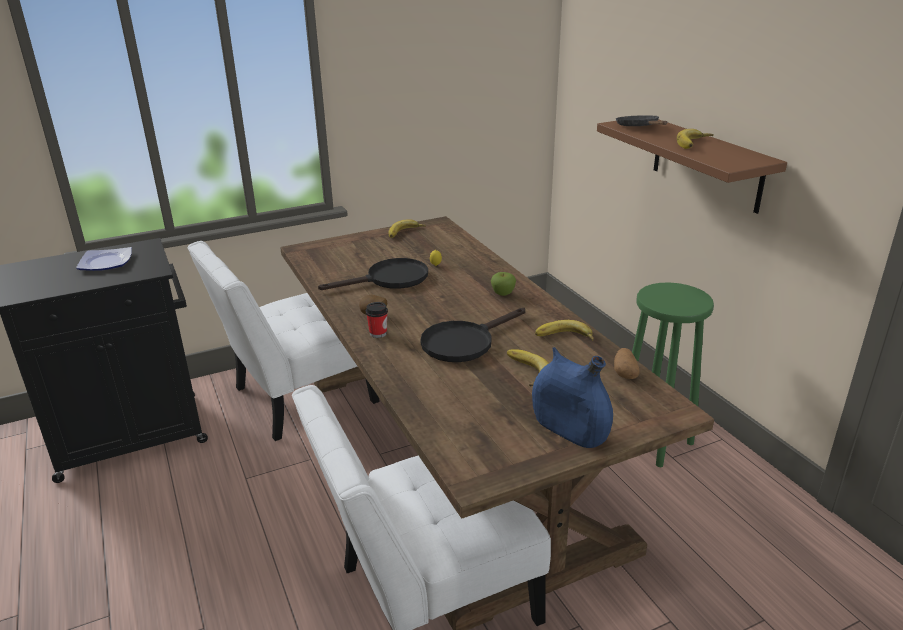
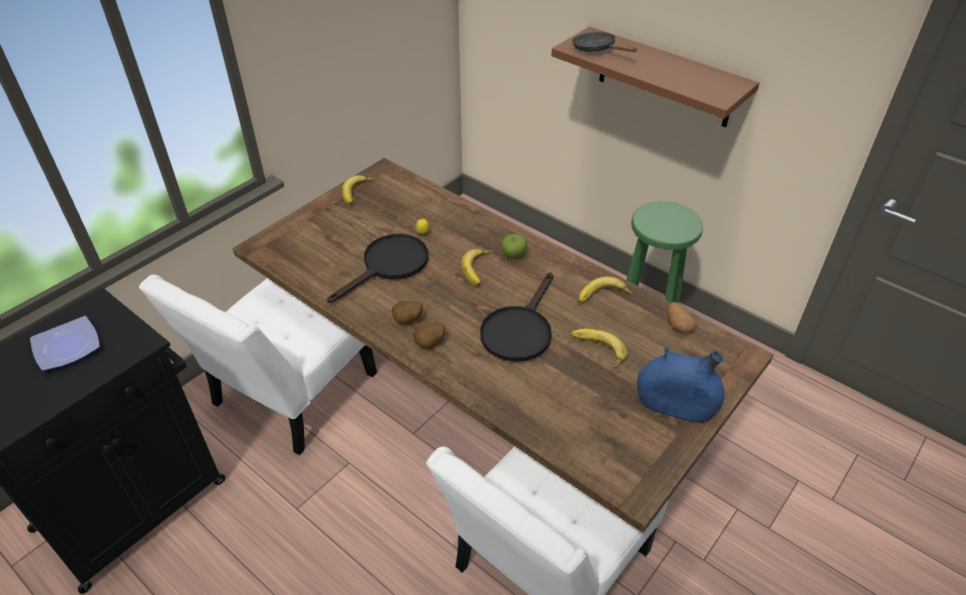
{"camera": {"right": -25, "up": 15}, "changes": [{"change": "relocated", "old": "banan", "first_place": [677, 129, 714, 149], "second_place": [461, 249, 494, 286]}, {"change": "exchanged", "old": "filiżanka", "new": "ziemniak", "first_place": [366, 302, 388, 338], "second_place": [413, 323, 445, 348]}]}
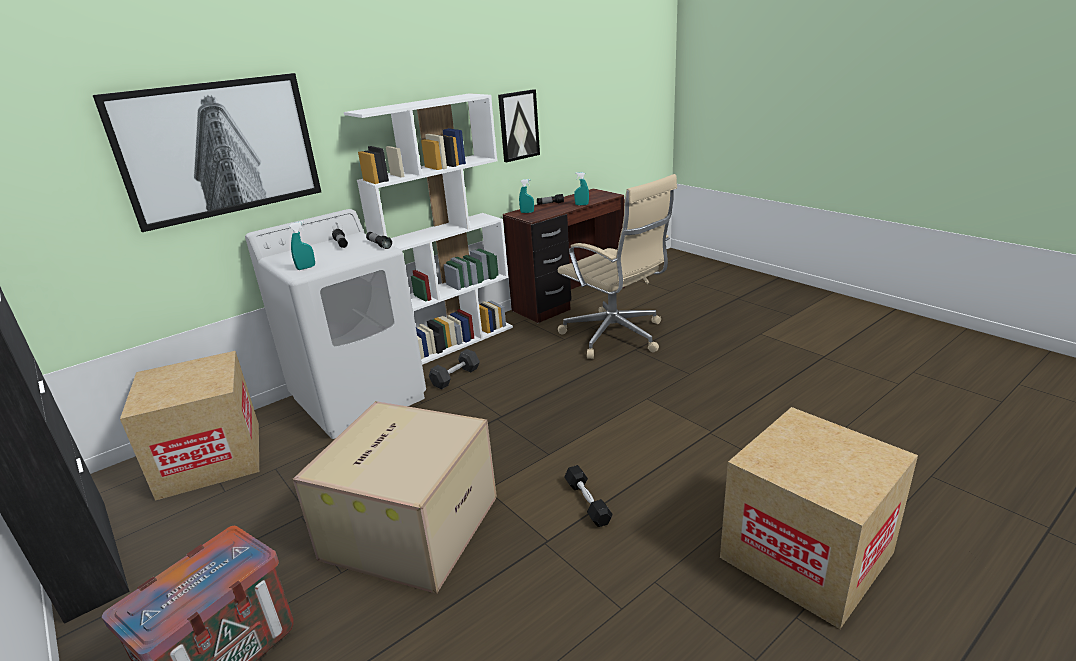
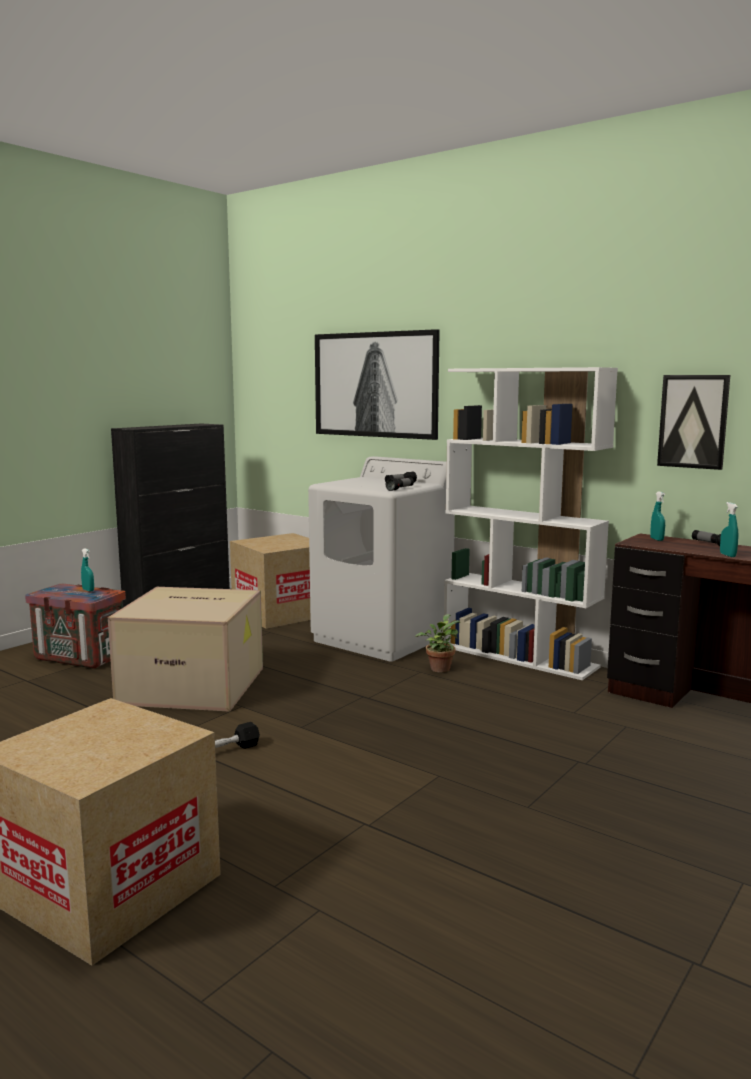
{"camera": {"right": 75, "up": -15}, "changes": [{"change": "missing", "old": "krzesło biurowe (beżowy)", "first_place": [558, 174, 677, 359]}, {"change": "relocated", "old": "spryskiwacz (turkusowy)", "first_place": [289, 221, 315, 270], "second_place": [81, 548, 94, 591]}, {"change": "exchanged", "old": "hantel (szary)", "new": "roślina doniczkowa", "first_place": [429, 349, 480, 389], "second_place": [415, 614, 460, 673]}]}
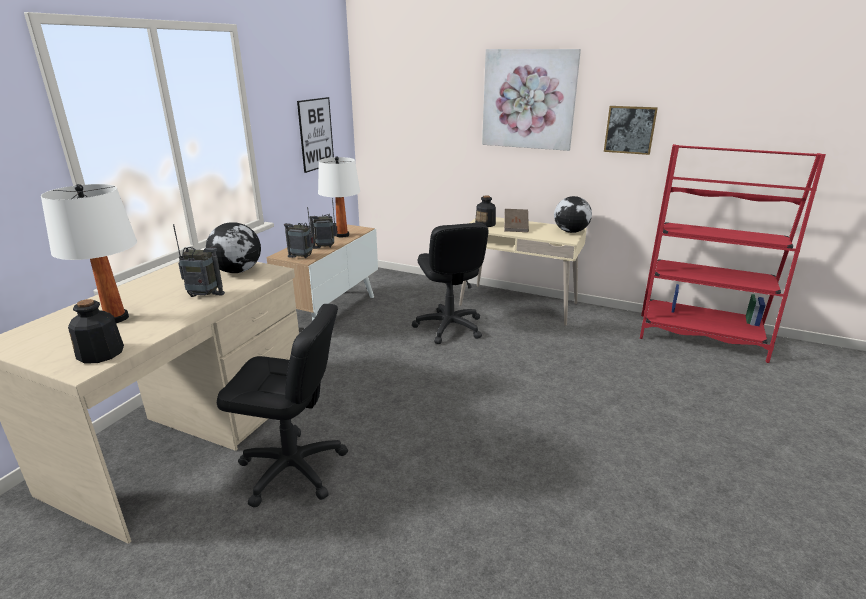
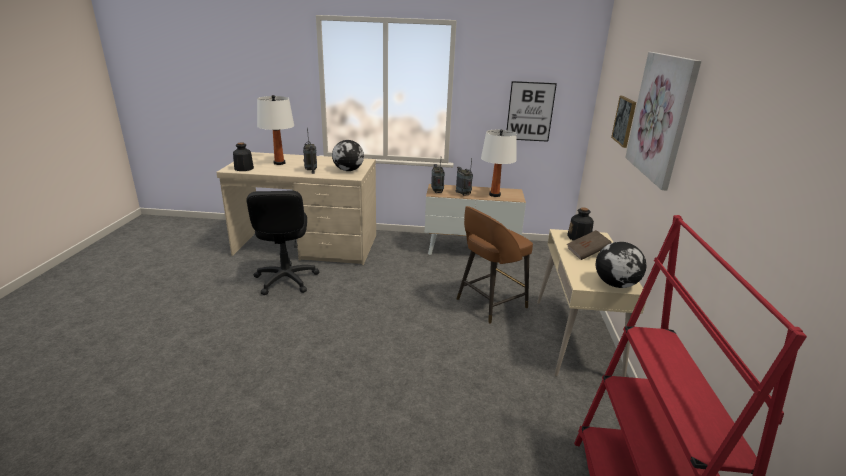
{"camera": {"right": 70, "up": 0}, "changes": [{"change": "relocated", "old": "obraz", "first_place": [604, 106, 658, 155], "second_place": [611, 96, 636, 148]}, {"change": "exchanged", "old": "krzesło biurowe (czarny)", "new": "stołek (brązowy)", "first_place": [412, 223, 489, 344], "second_place": [457, 206, 533, 324]}]}
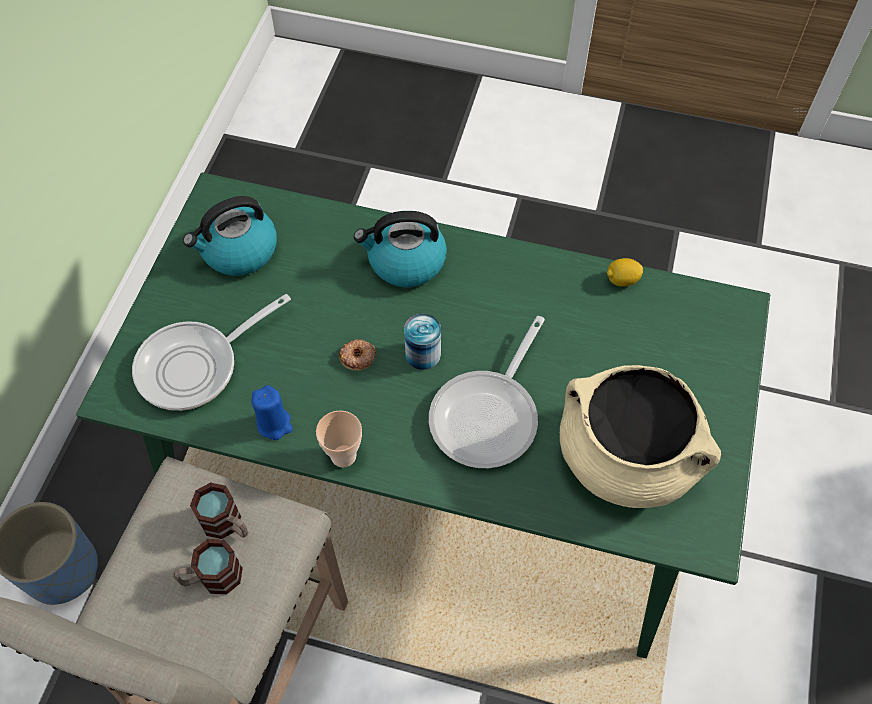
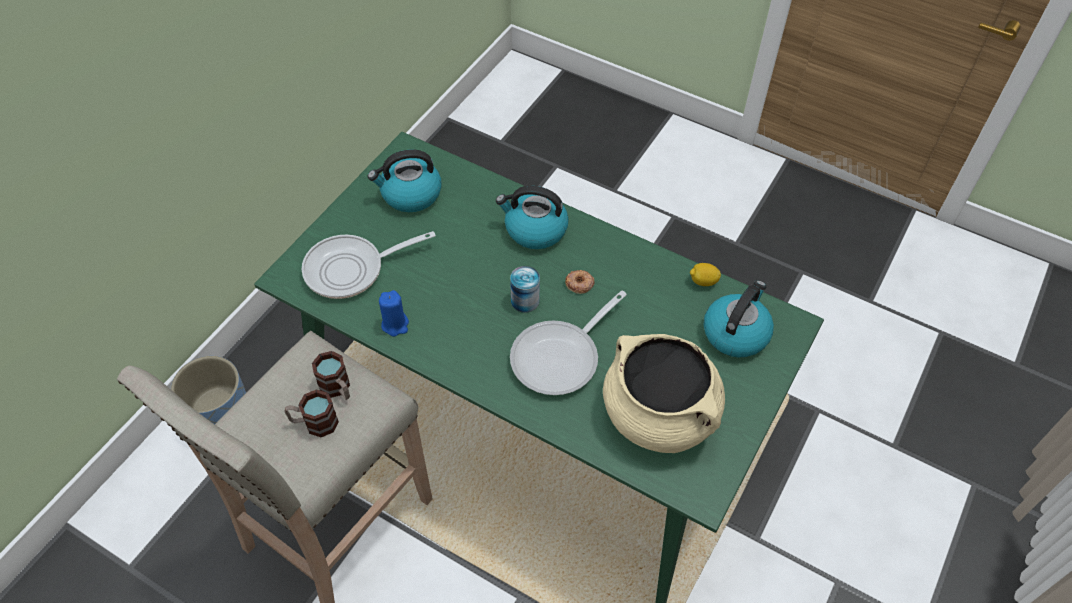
{"camera": {"right": 15, "up": -5}, "changes": [{"change": "missing", "old": "filiżanka", "first_place": [316, 410, 362, 467]}, {"change": "appeared", "new": "czajnik", "second_place": [703, 280, 774, 357]}, {"change": "relocated", "old": "donut", "first_place": [339, 339, 376, 371], "second_place": [565, 270, 595, 294]}]}
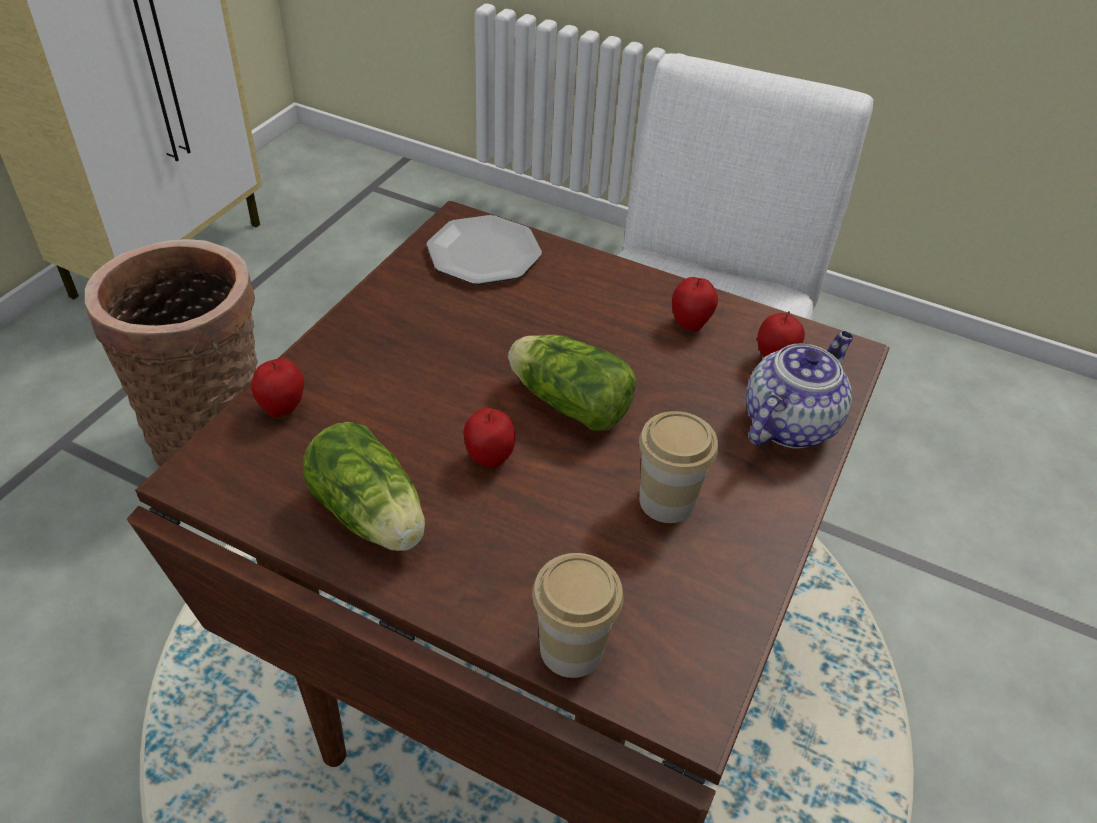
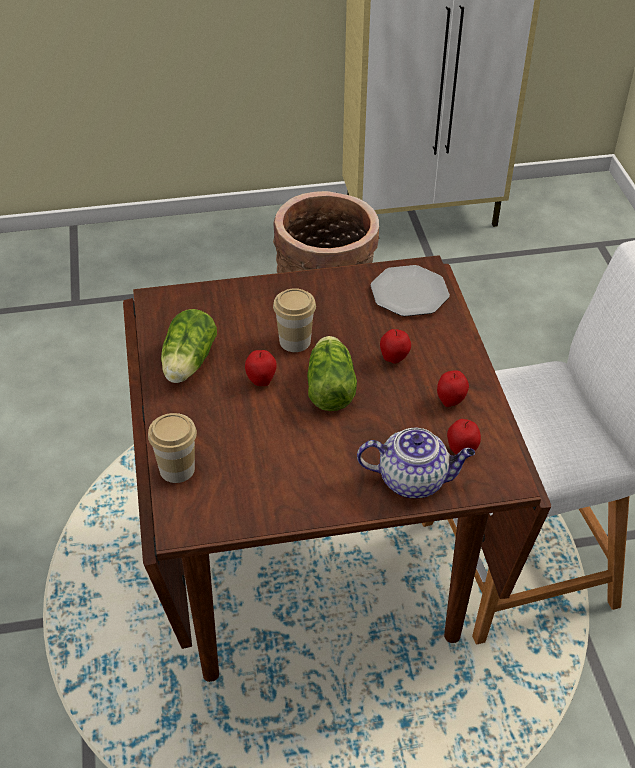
{"camera": {"right": 55, "up": 0}, "changes": [{"change": "relocated", "old": "jabłko", "first_place": [251, 358, 304, 417], "second_place": [380, 329, 411, 364]}, {"change": "relocated", "old": "filiżanka", "first_place": [639, 411, 718, 523], "second_place": [273, 288, 316, 352]}]}
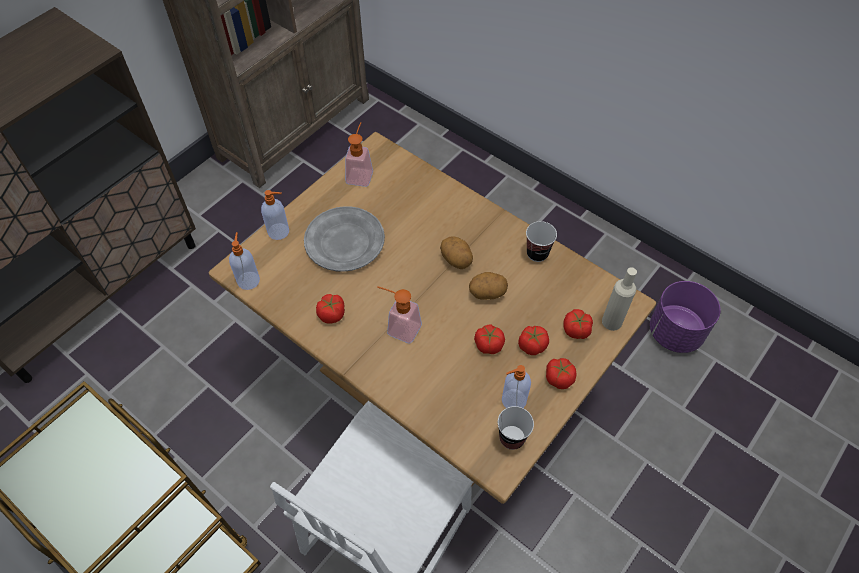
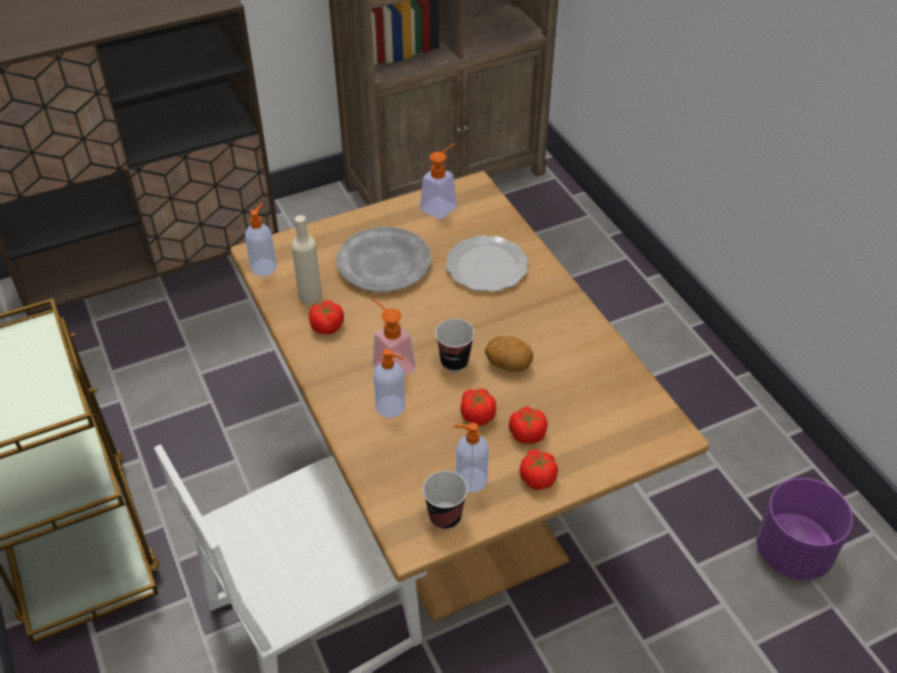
{"camera": {"right": 25, "up": -10}, "changes": [{"change": "missing", "old": "ziemniak", "first_place": [440, 236, 473, 269]}, {"change": "missing", "old": "pomidor", "first_place": [563, 309, 593, 339]}, {"change": "appeared", "new": "talerz", "second_place": [446, 235, 528, 292]}, {"change": "relocated", "old": "dozownik mydła", "first_place": [261, 190, 289, 240], "second_place": [373, 349, 405, 418]}, {"change": "relocated", "old": "filiżanka", "first_place": [526, 221, 557, 262], "second_place": [435, 319, 475, 372]}, {"change": "relocated", "old": "butelka (beżowy)", "first_place": [602, 267, 637, 331], "second_place": [291, 215, 322, 304]}]}
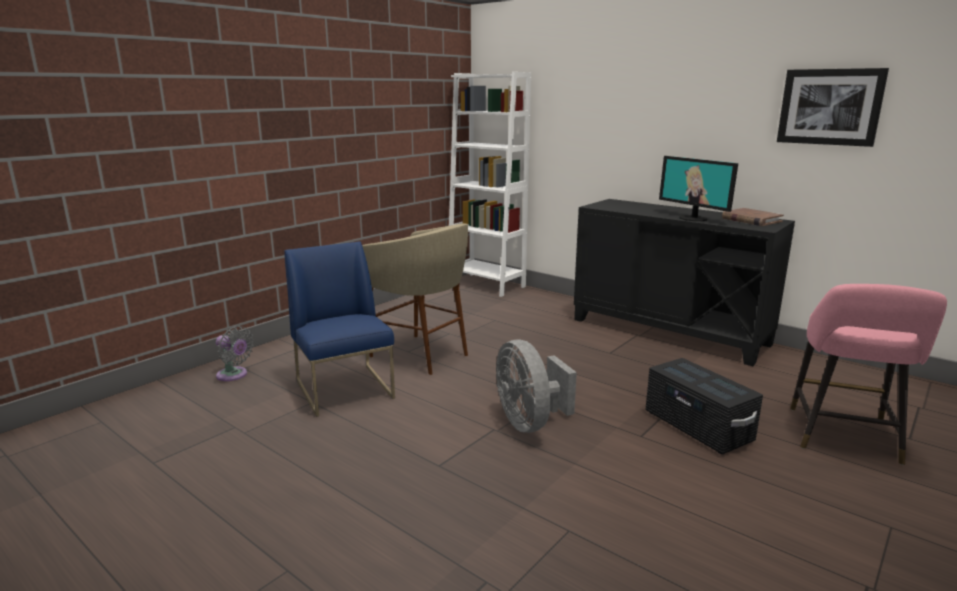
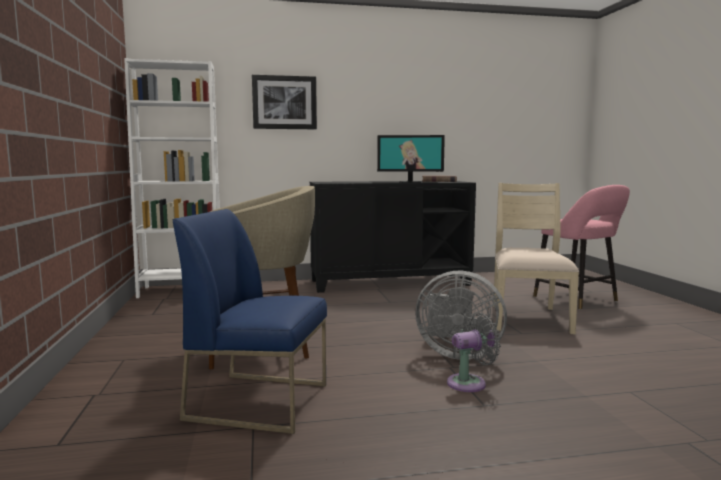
{"camera": {"right": -50, "up": -10}, "changes": [{"change": "relocated", "old": "wentylator (szary)", "first_place": [216, 326, 254, 381], "second_place": [447, 313, 501, 392]}, {"change": "relocated", "old": "obraz", "first_place": [777, 68, 889, 147], "second_place": [252, 75, 317, 129]}, {"change": "exchanged", "old": "pojemnik do przechowywania (czarny)", "new": "krzesło (beżowy)", "first_place": [645, 358, 763, 454], "second_place": [493, 183, 579, 334]}]}
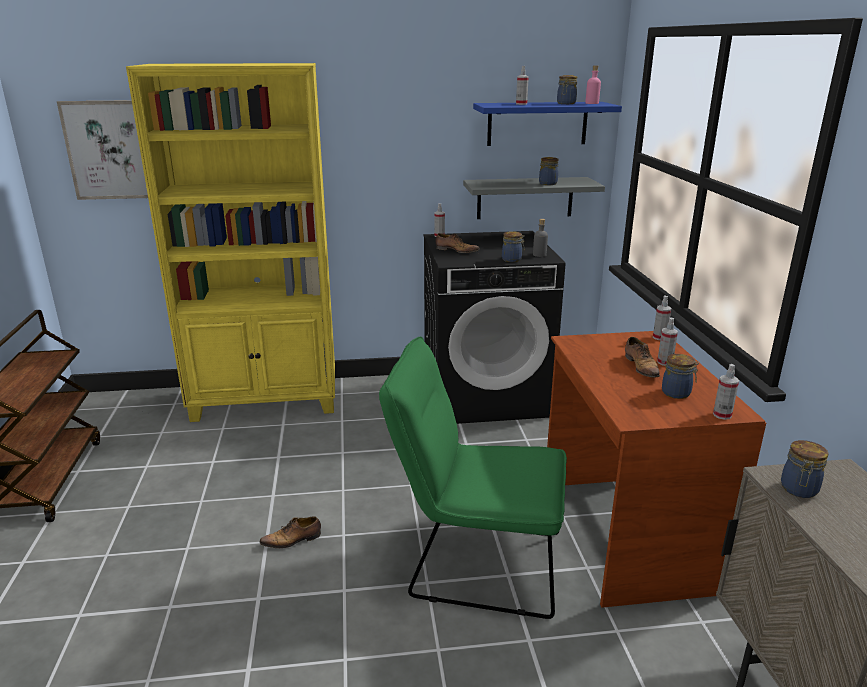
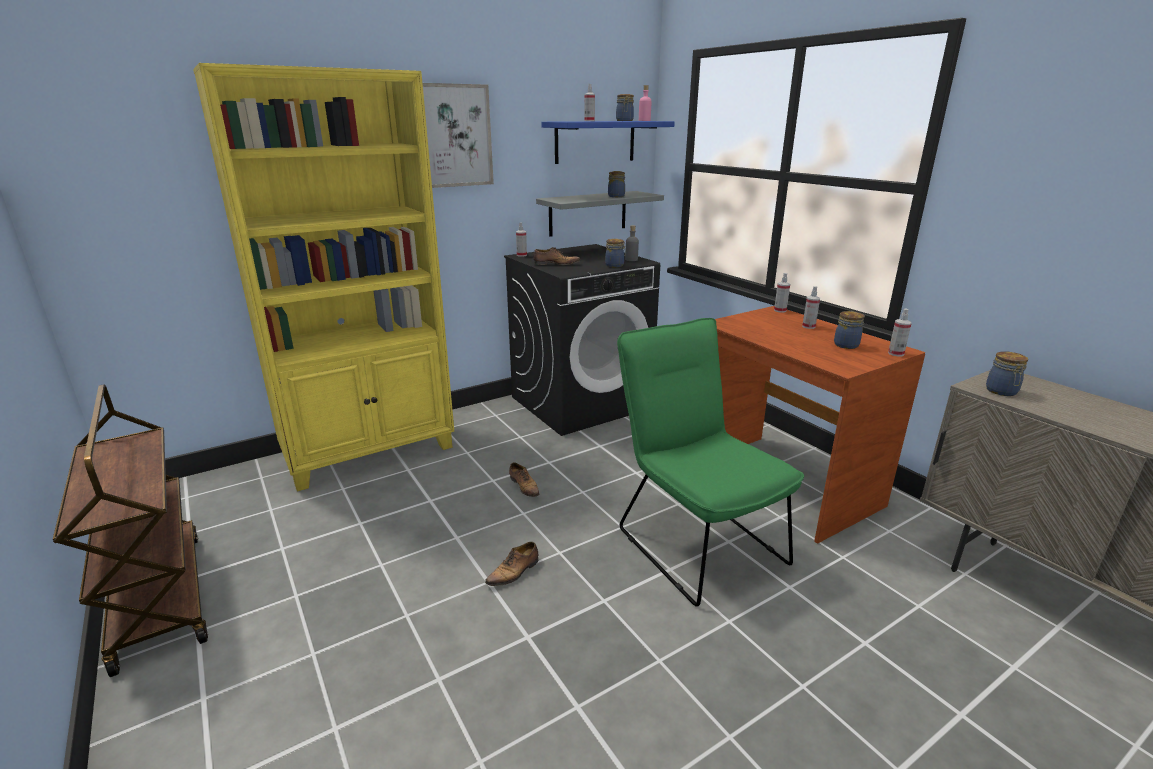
{"camera": {"right": -25, "up": 0}, "changes": [{"change": "relocated", "old": "obraz", "first_place": [57, 100, 148, 200], "second_place": [422, 83, 494, 188]}, {"change": "relocated", "old": "but", "first_place": [625, 337, 660, 378], "second_place": [509, 462, 540, 497]}, {"change": "spun", "old": "krzesło (zielony)", "first_place": [379, 337, 567, 619], "second_place": [617, 318, 804, 607], "degrees": 75}]}
